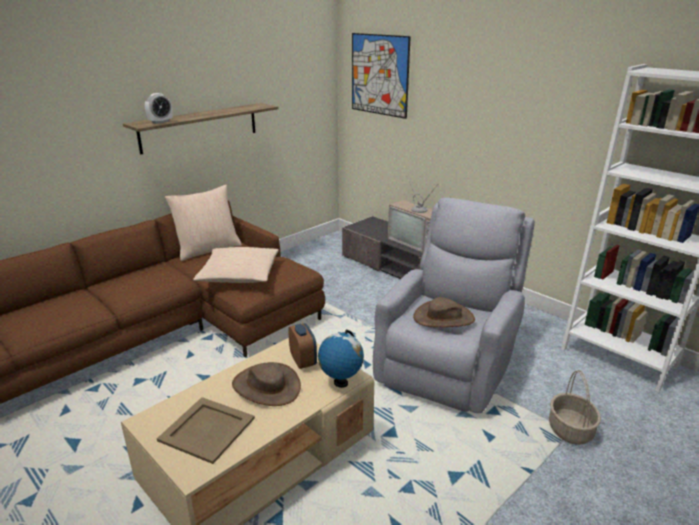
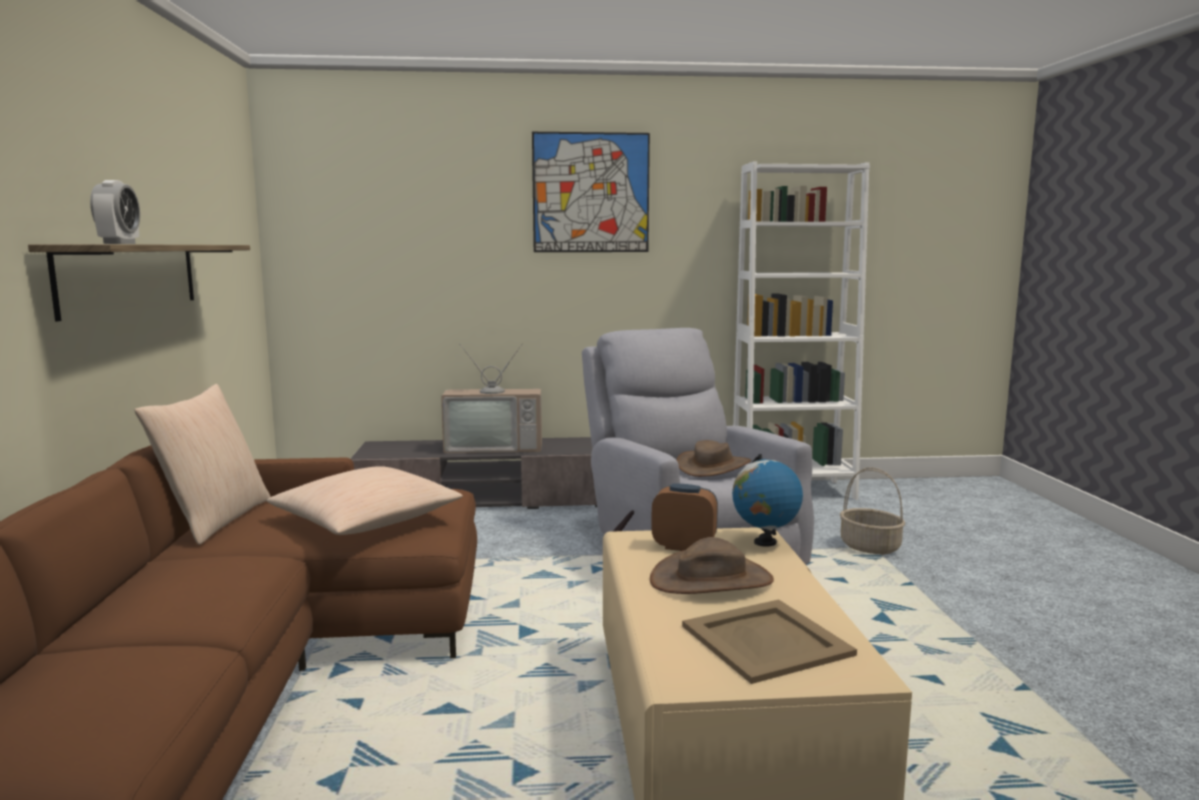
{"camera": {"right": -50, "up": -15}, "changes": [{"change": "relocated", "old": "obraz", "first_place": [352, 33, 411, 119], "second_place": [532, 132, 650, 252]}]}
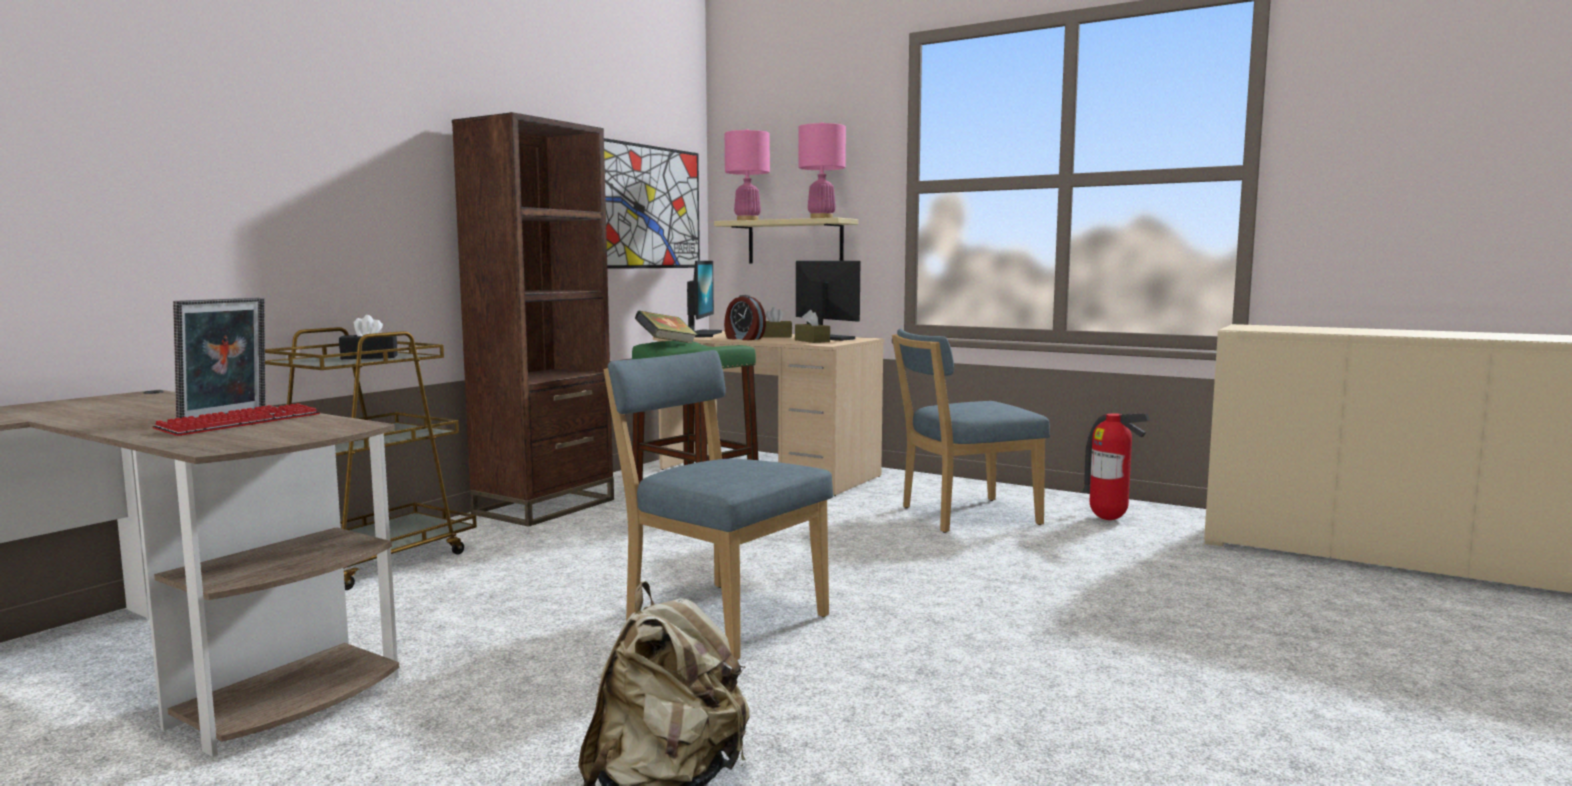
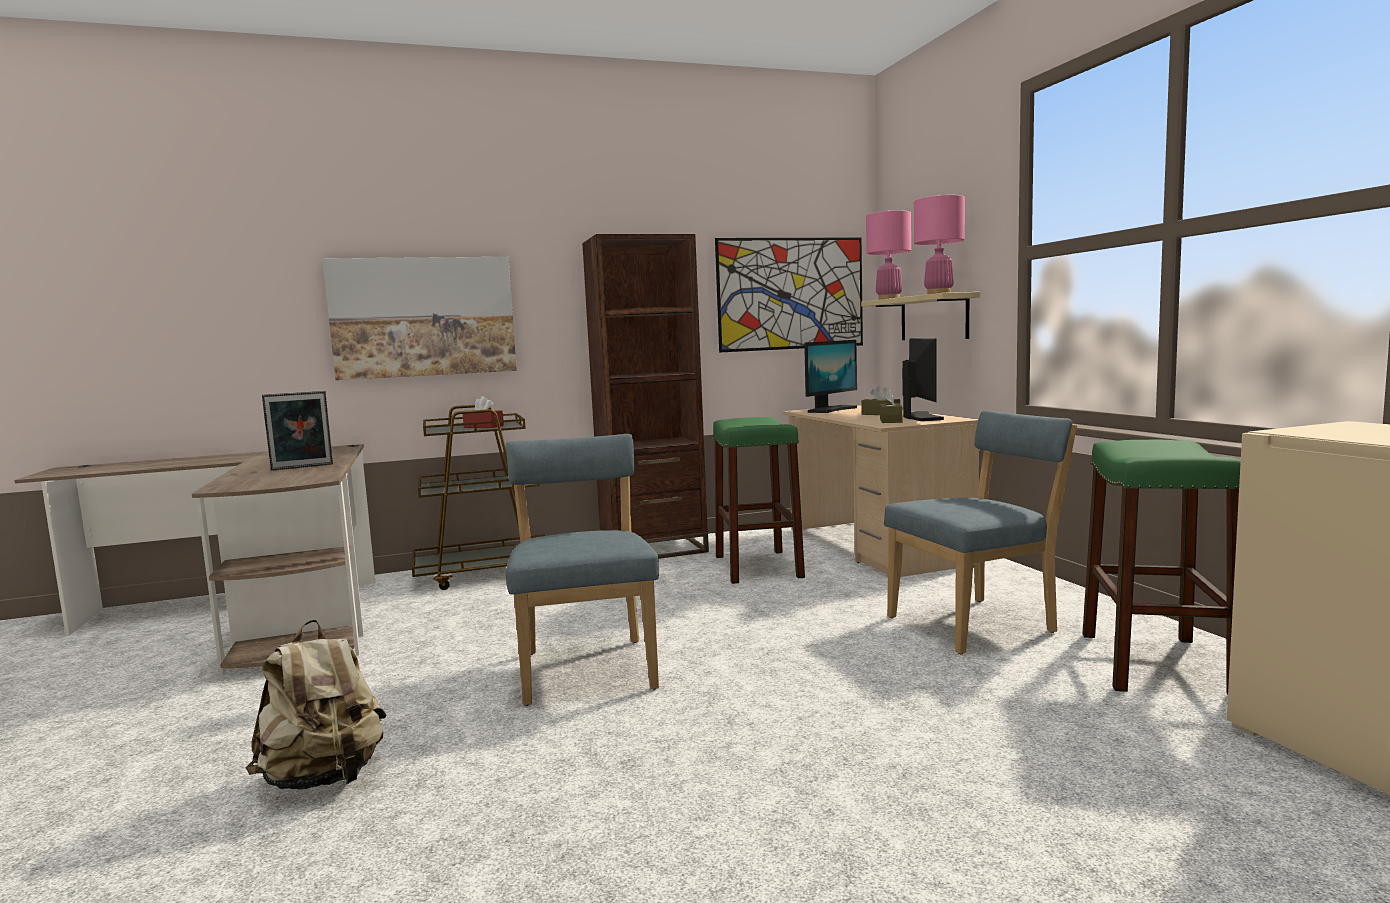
{"camera": {"right": 40, "up": 0}, "changes": [{"change": "missing", "old": "klawiatura", "first_place": [152, 403, 320, 436]}, {"change": "missing", "old": "książka", "first_place": [635, 311, 698, 344]}, {"change": "missing", "old": "budzik", "first_place": [724, 295, 766, 340]}, {"change": "appeared", "new": "obraz", "second_place": [323, 257, 517, 380]}, {"change": "exchanged", "old": "gaśnica", "new": "stołek (zielony)", "first_place": [1082, 413, 1150, 520], "second_place": [1082, 440, 1241, 695]}, {"change": "colour", "old": "pudełko chusteczek (czarny)", "new": "pudełko chusteczek (czerwony)", "first_place": [339, 315, 398, 359], "second_place": [463, 396, 504, 428]}, {"change": "spun", "old": "krzesło (niebieski)", "first_place": [892, 329, 1050, 533], "second_place": [884, 411, 1077, 654], "degrees": 135}]}
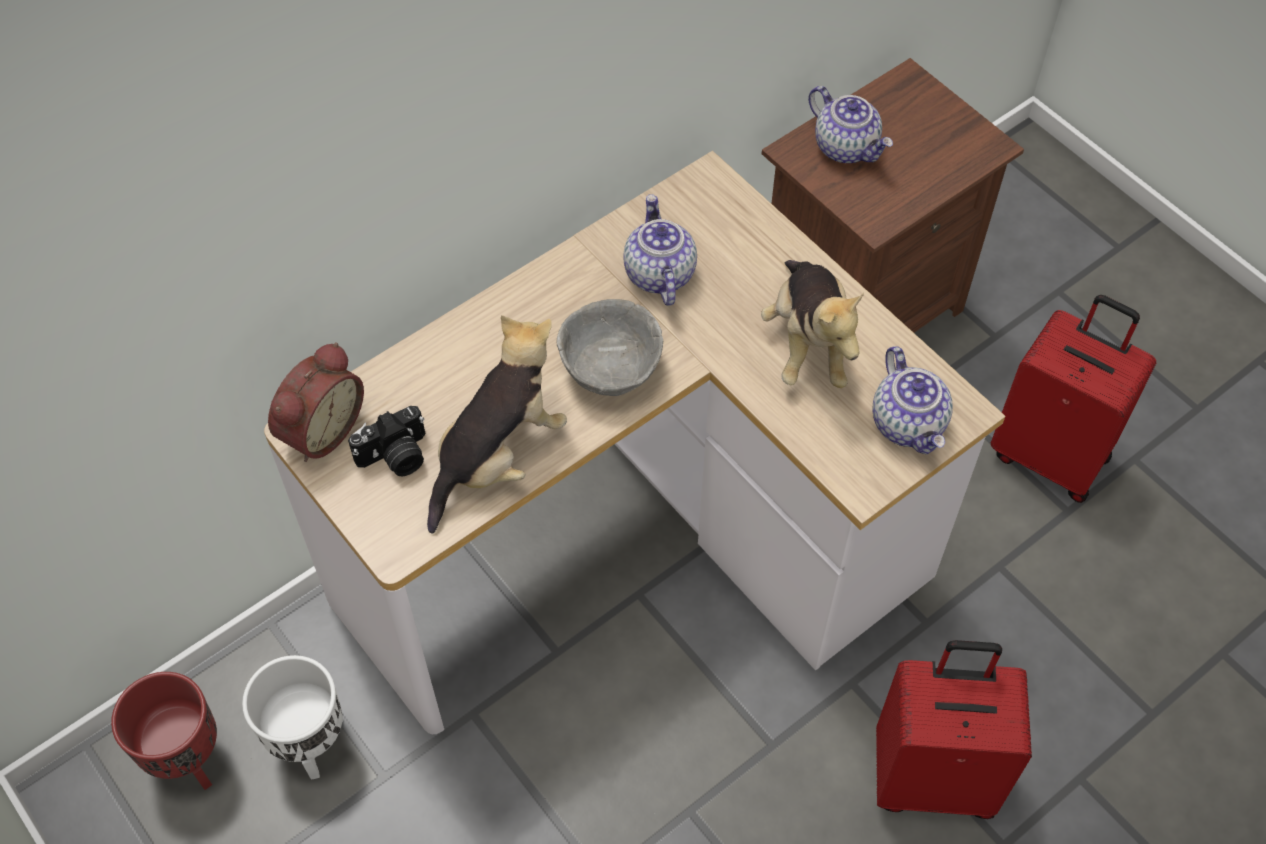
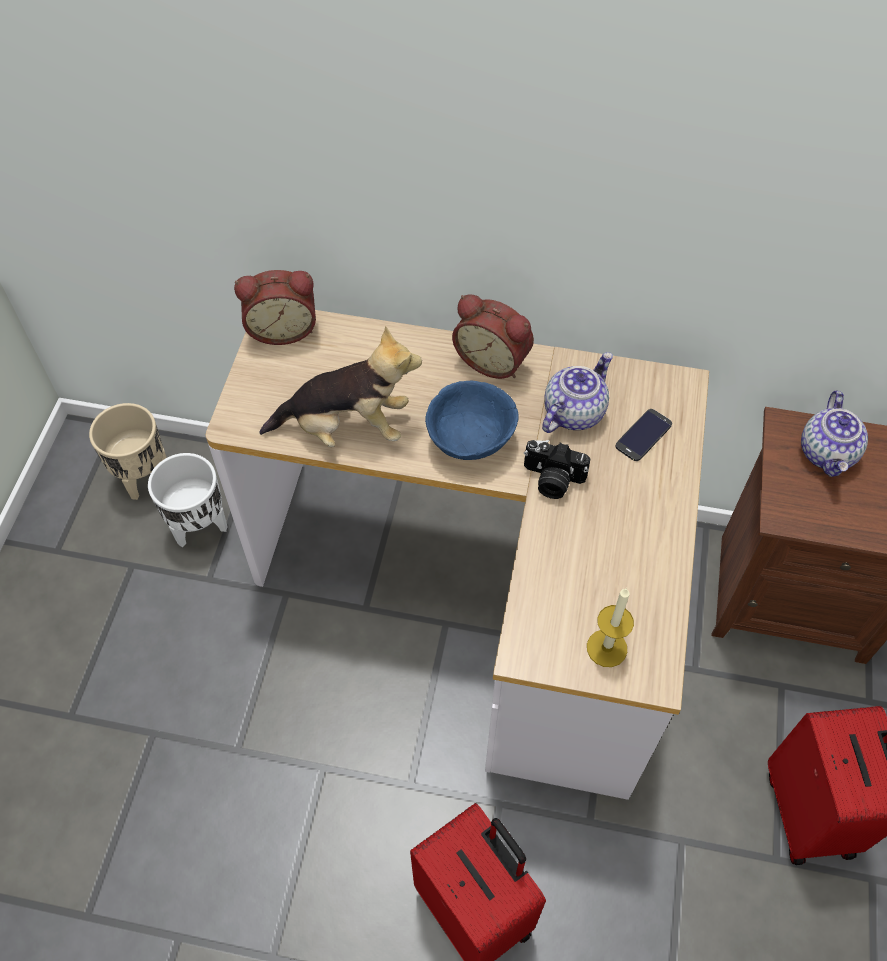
{"camera": {"right": 50, "up": 0}, "changes": [{"change": "missing", "old": "pluszak", "first_place": [761, 260, 864, 388]}, {"change": "appeared", "new": "budzik", "second_place": [452, 294, 534, 379]}, {"change": "appeared", "new": "telefon", "second_place": [615, 409, 672, 461]}, {"change": "relocated", "old": "aparat fotograficzny", "first_place": [348, 406, 425, 476], "second_place": [524, 440, 591, 499]}, {"change": "exchanged", "old": "imbryk", "new": "świeca", "first_place": [872, 346, 953, 455], "second_place": [587, 588, 634, 667]}, {"change": "colour", "old": "donica (czerwony)", "new": "donica (beżowy)", "first_place": [111, 672, 217, 790], "second_place": [89, 403, 167, 500]}, {"change": "colour", "old": "miska (szary)", "new": "miska (niebieski)", "first_place": [556, 299, 663, 396], "second_place": [425, 381, 519, 460]}]}
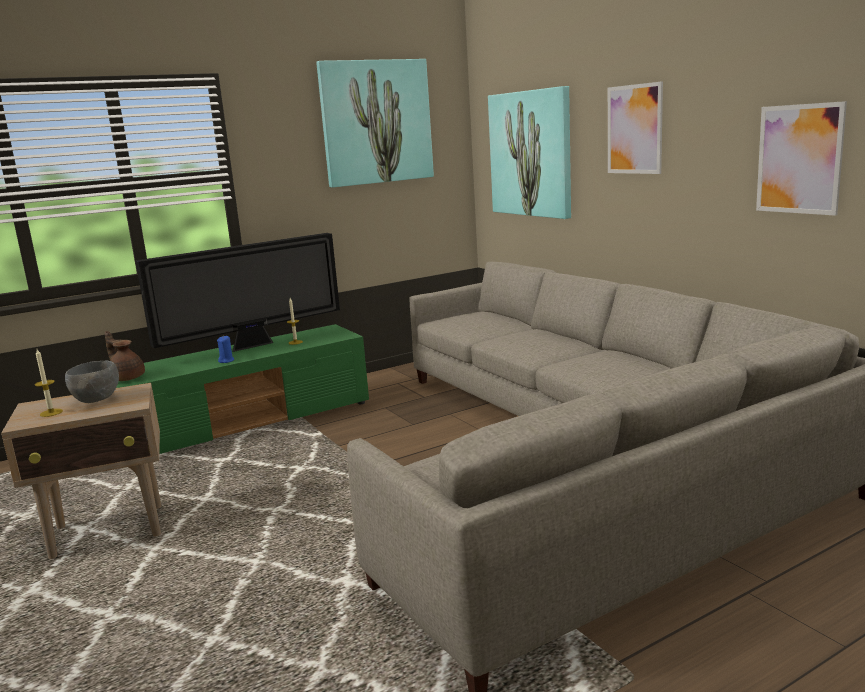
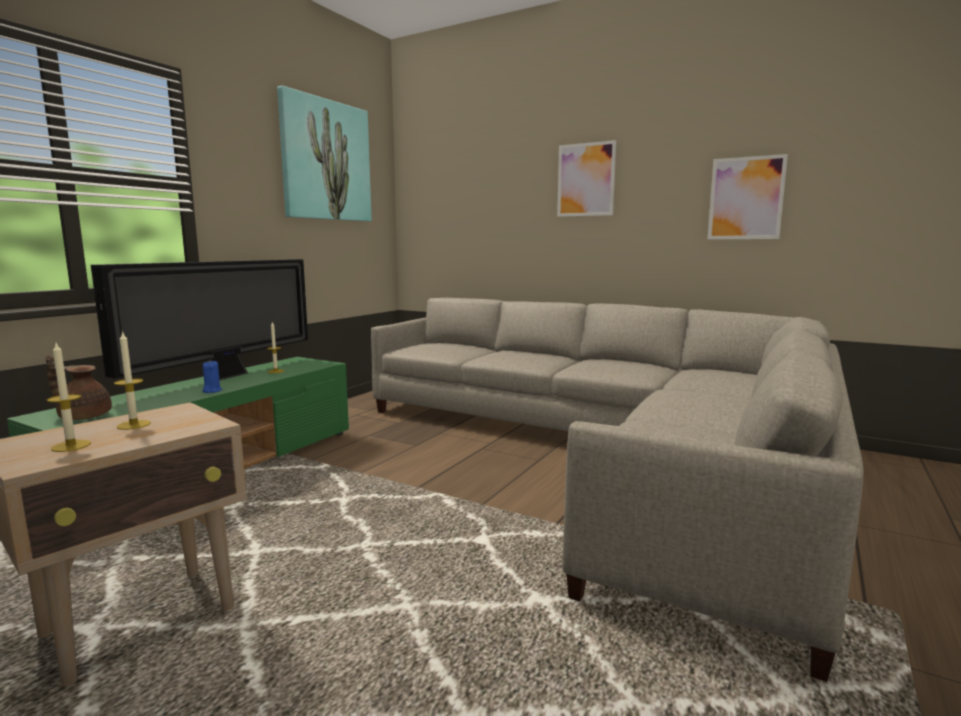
{"camera": {"right": -30, "up": -5}, "changes": [{"change": "missing", "old": "obraz", "first_place": [488, 86, 571, 219]}, {"change": "exchanged", "old": "miska (szary)", "new": "świeca", "first_place": [65, 361, 119, 403], "second_place": [114, 331, 151, 430]}]}
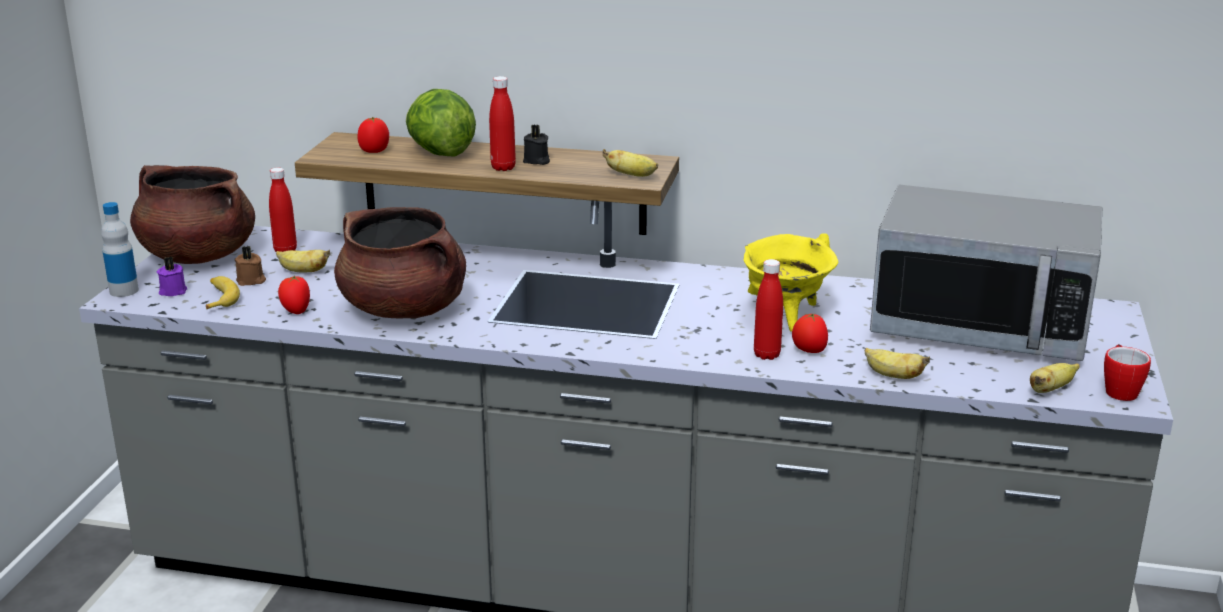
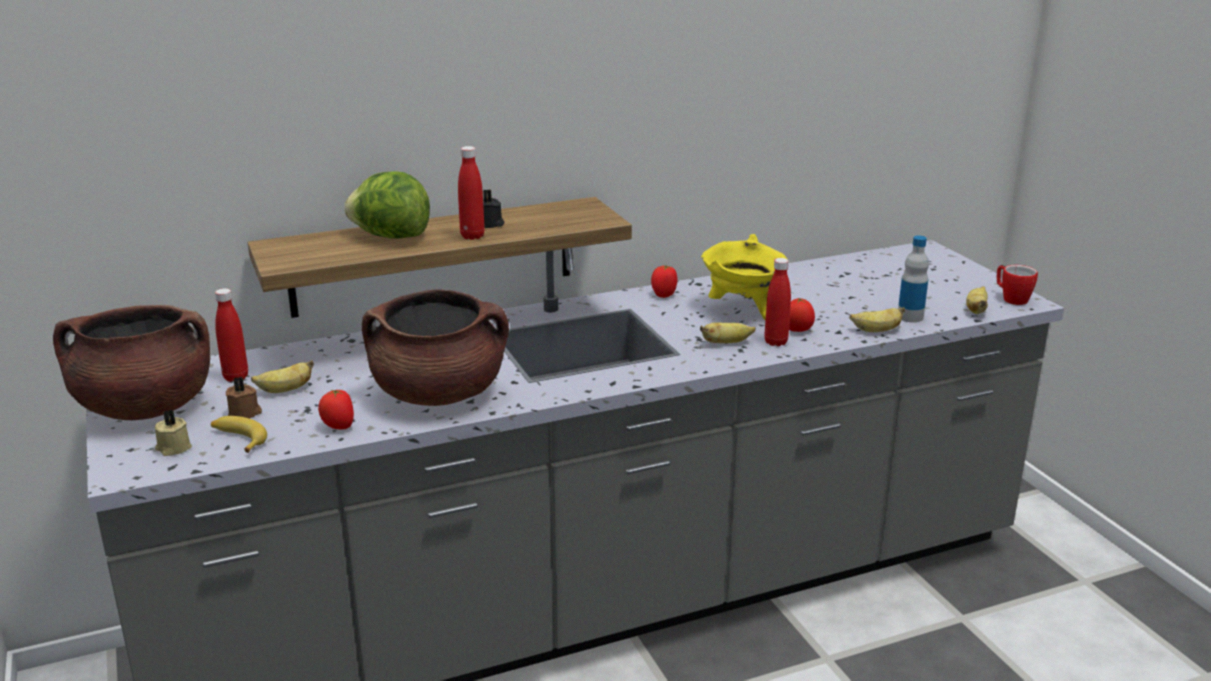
{"camera": {"right": -35, "up": 0}, "changes": [{"change": "missing", "old": "mikrofalówka", "first_place": [870, 185, 1102, 361]}, {"change": "relocated", "old": "butelka", "first_place": [101, 202, 139, 297], "second_place": [898, 235, 929, 322]}, {"change": "relocated", "old": "pomidor", "first_place": [357, 117, 389, 153], "second_place": [651, 265, 677, 298]}, {"change": "relocated", "old": "banan", "first_place": [603, 149, 658, 177], "second_place": [700, 323, 756, 343]}, {"change": "colour", "old": "świeca (fioletowy)", "new": "świeca (beżowy)", "first_place": [157, 256, 187, 296], "second_place": [155, 410, 192, 456]}]}
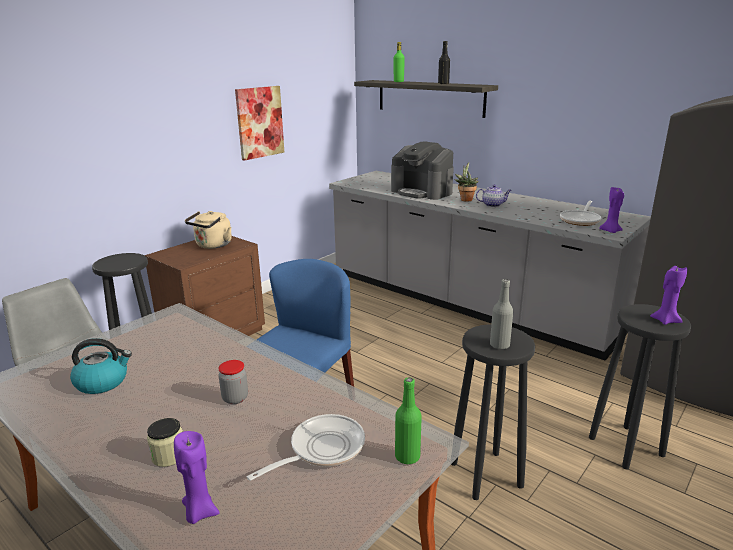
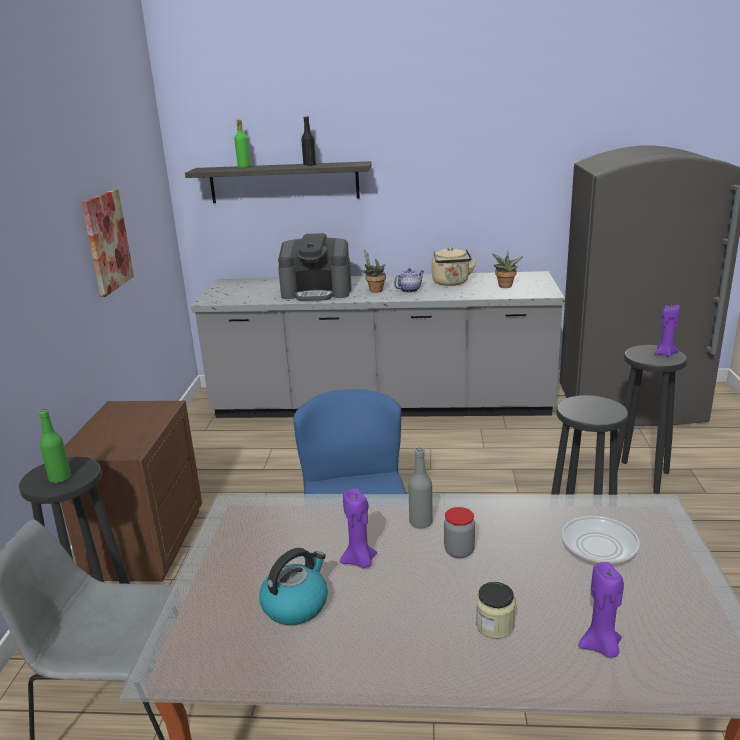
{"camera": {"right": -35, "up": 0}, "changes": [{"change": "relocated", "old": "czajnik (beżowy)", "first_place": [185, 211, 232, 249], "second_place": [432, 247, 477, 286]}, {"change": "relocated", "old": "butelka (zielony)", "first_place": [395, 377, 422, 464], "second_place": [39, 409, 71, 484]}, {"change": "relocated", "old": "butelka (szary)", "first_place": [490, 279, 513, 349], "second_place": [408, 448, 433, 529]}, {"change": "relocated", "old": "świeca (fioletowy)", "first_place": [599, 186, 624, 233], "second_place": [340, 489, 377, 568]}, {"change": "exchanged", "old": "patelnia", "new": "roślina doniczkowa", "first_place": [560, 201, 601, 226], "second_place": [492, 251, 523, 288]}]}
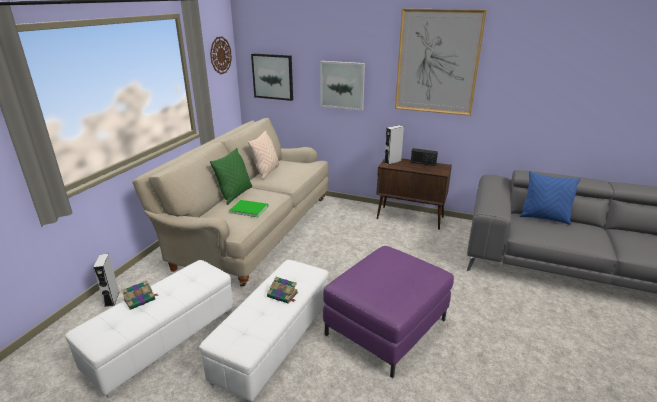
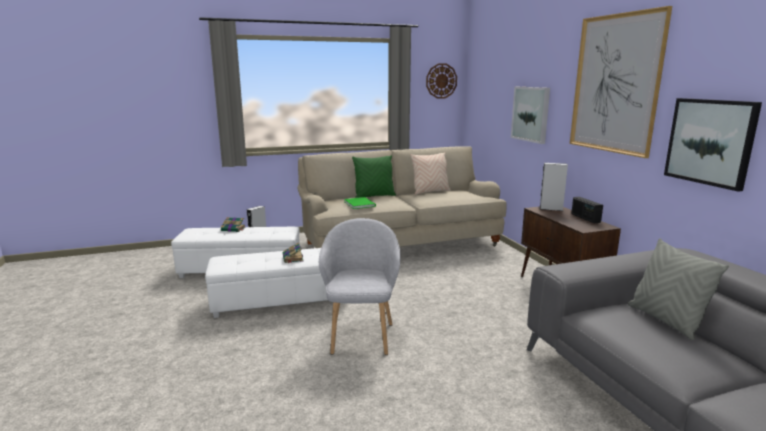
{"camera": {"right": 50, "up": -10}, "changes": [{"change": "relocated", "old": "obraz", "first_place": [251, 54, 293, 101], "second_place": [664, 98, 762, 192]}, {"change": "exchanged", "old": "pufa (fioletowy)", "new": "fotel (szary)", "first_place": [323, 246, 454, 378], "second_place": [319, 218, 400, 355]}, {"change": "colour", "old": "poduszka (niebieski)", "new": "poduszka (szary)", "first_place": [519, 171, 581, 225], "second_place": [628, 238, 729, 340]}]}
